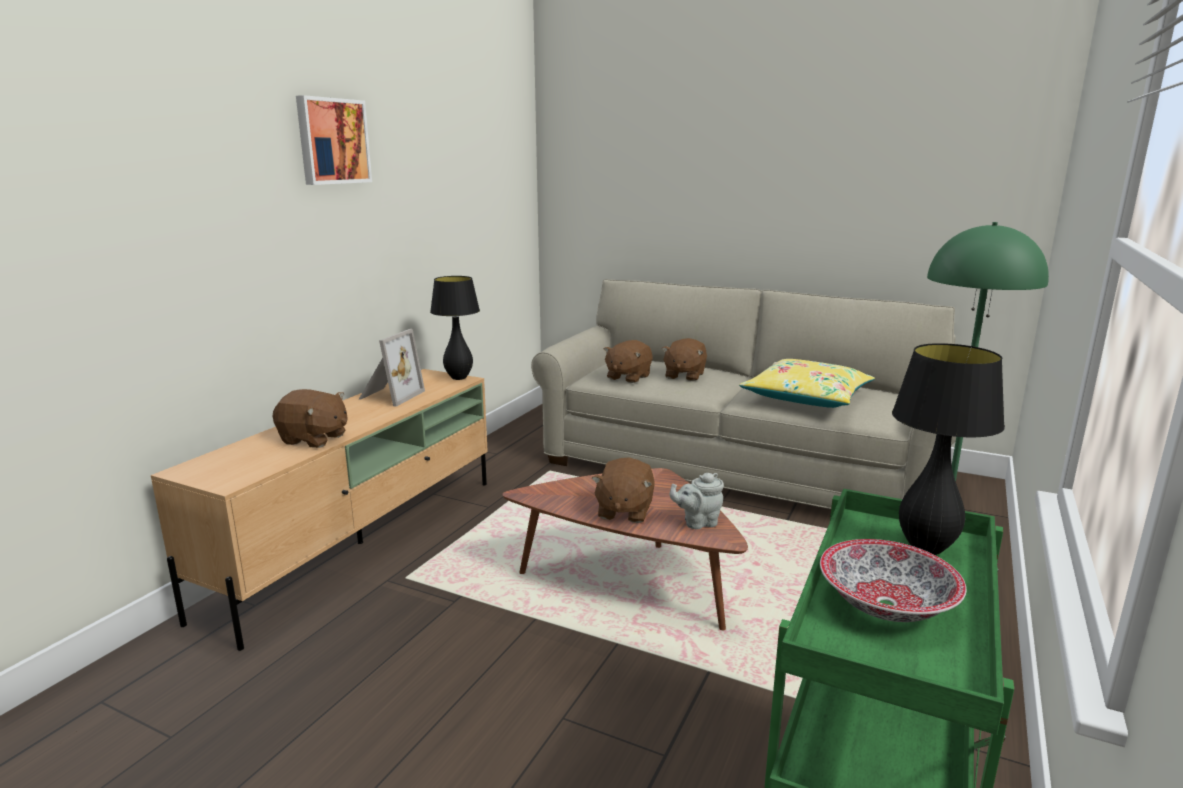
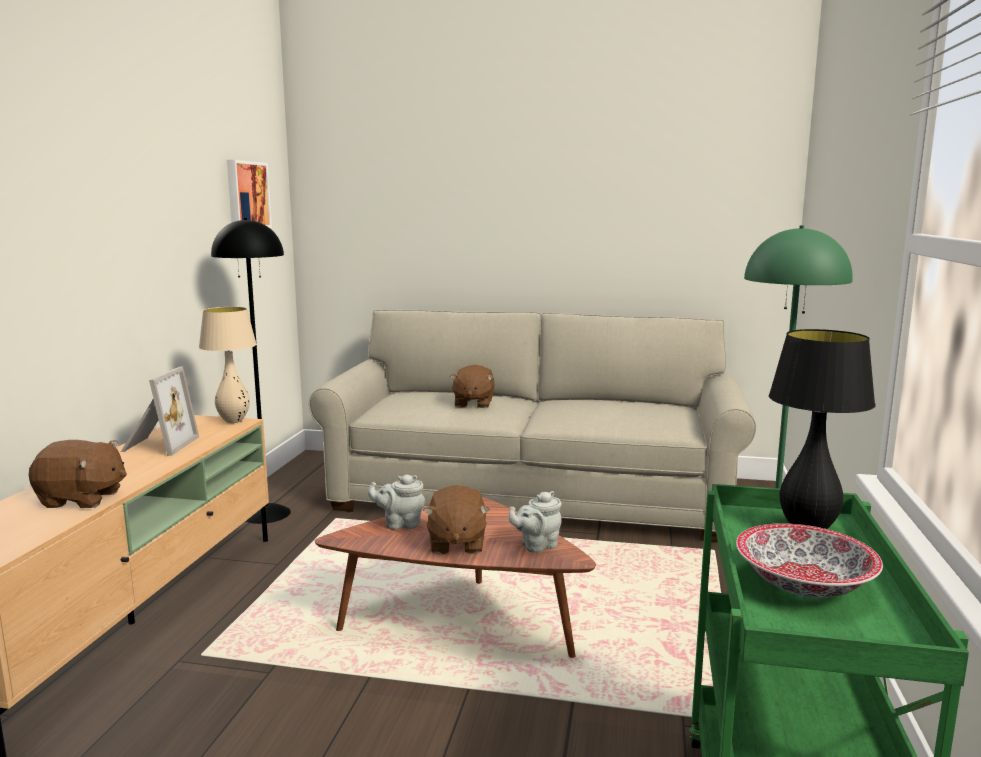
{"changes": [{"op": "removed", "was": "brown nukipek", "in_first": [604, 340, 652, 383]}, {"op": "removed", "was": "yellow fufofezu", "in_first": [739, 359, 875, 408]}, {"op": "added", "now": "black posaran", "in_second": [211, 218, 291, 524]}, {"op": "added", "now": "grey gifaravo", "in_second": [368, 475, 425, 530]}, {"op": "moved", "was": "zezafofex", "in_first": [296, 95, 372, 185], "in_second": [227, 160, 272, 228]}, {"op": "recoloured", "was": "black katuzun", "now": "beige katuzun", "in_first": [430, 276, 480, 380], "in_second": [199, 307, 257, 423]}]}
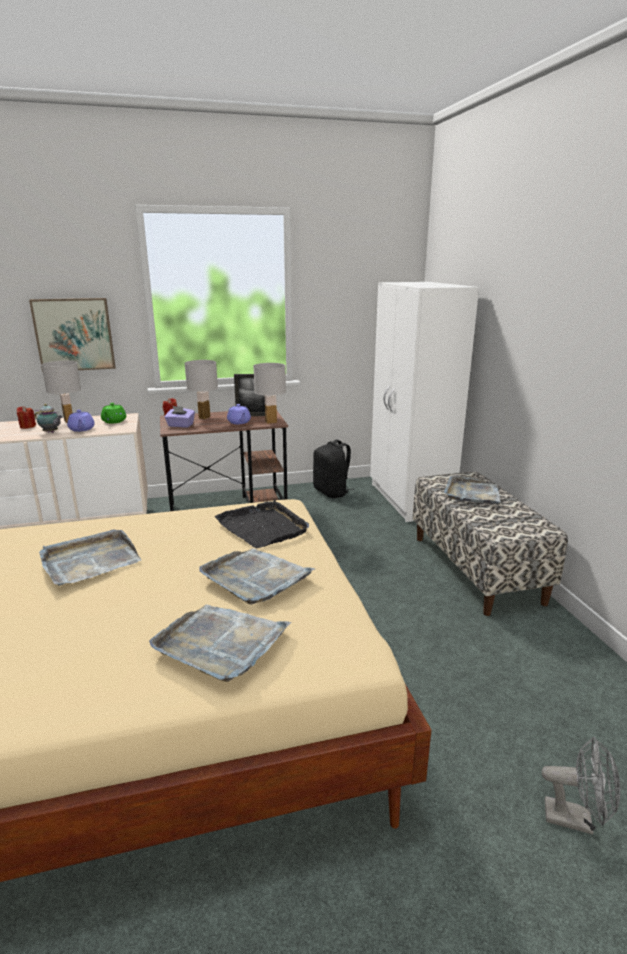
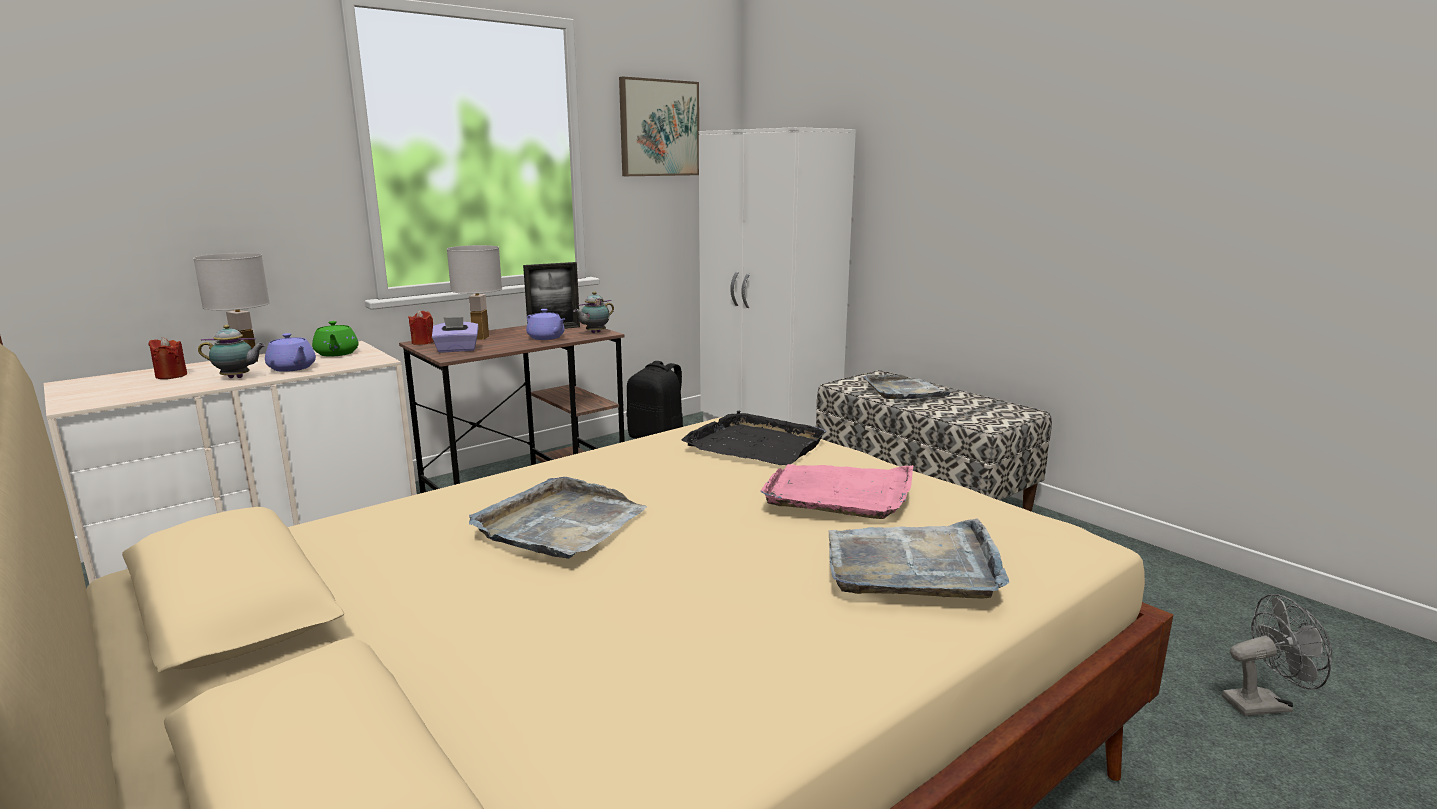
{"changes": [{"op": "moved", "was": "zezafofex", "in_first": [29, 298, 116, 372], "in_second": [619, 77, 699, 176]}, {"op": "replaced", "was": "white katuzun", "now": "gifaravo", "in_first": [253, 363, 286, 424], "in_second": [573, 292, 614, 333]}, {"op": "recoloured", "was": "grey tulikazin", "now": "pink tulikazin", "in_first": [199, 548, 315, 605], "in_second": [760, 464, 913, 519]}]}
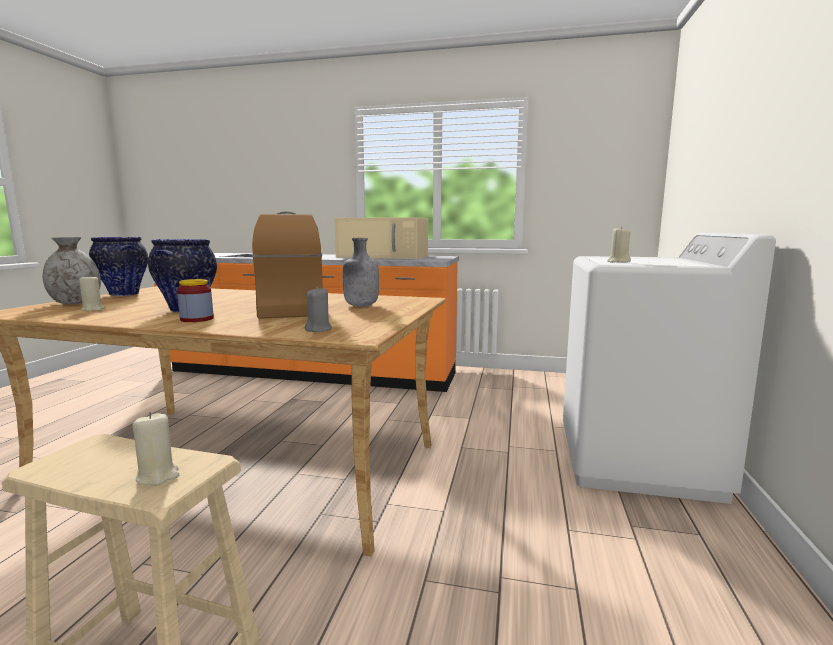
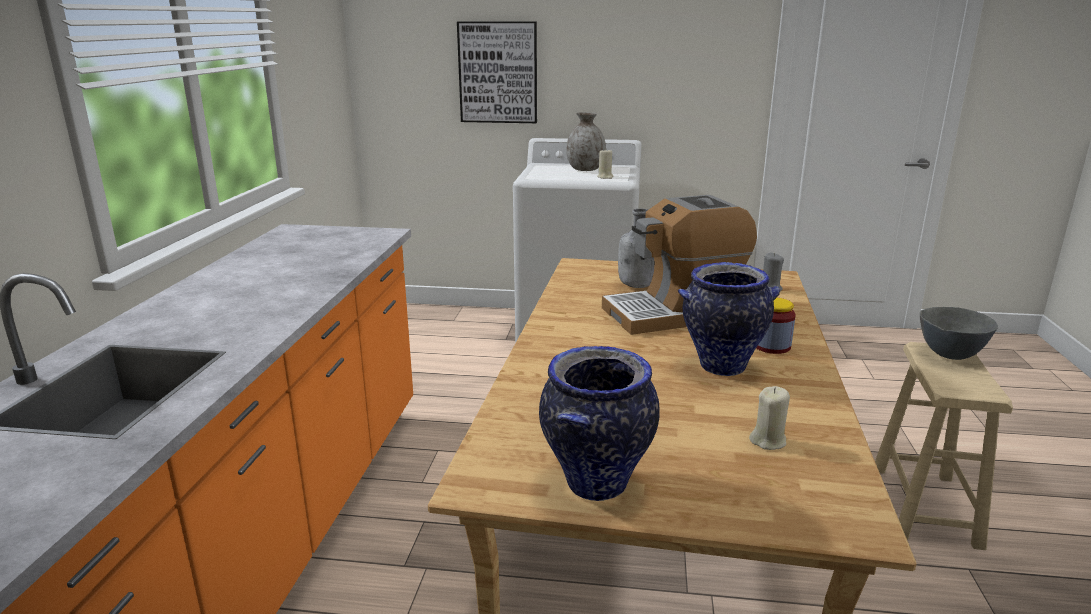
{"changes": [{"op": "removed", "was": "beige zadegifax", "in_first": [334, 217, 428, 259]}, {"op": "added", "now": "zezafofex", "in_second": [457, 22, 537, 123]}, {"op": "moved", "was": "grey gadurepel", "in_first": [43, 237, 101, 304], "in_second": [566, 112, 606, 171]}, {"op": "replaced", "was": "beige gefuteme", "now": "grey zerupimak", "in_first": [133, 412, 179, 485], "in_second": [920, 307, 998, 360]}]}
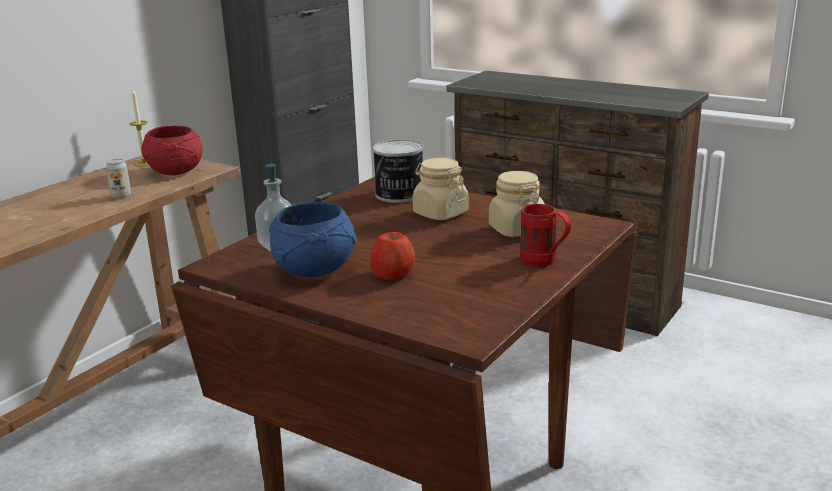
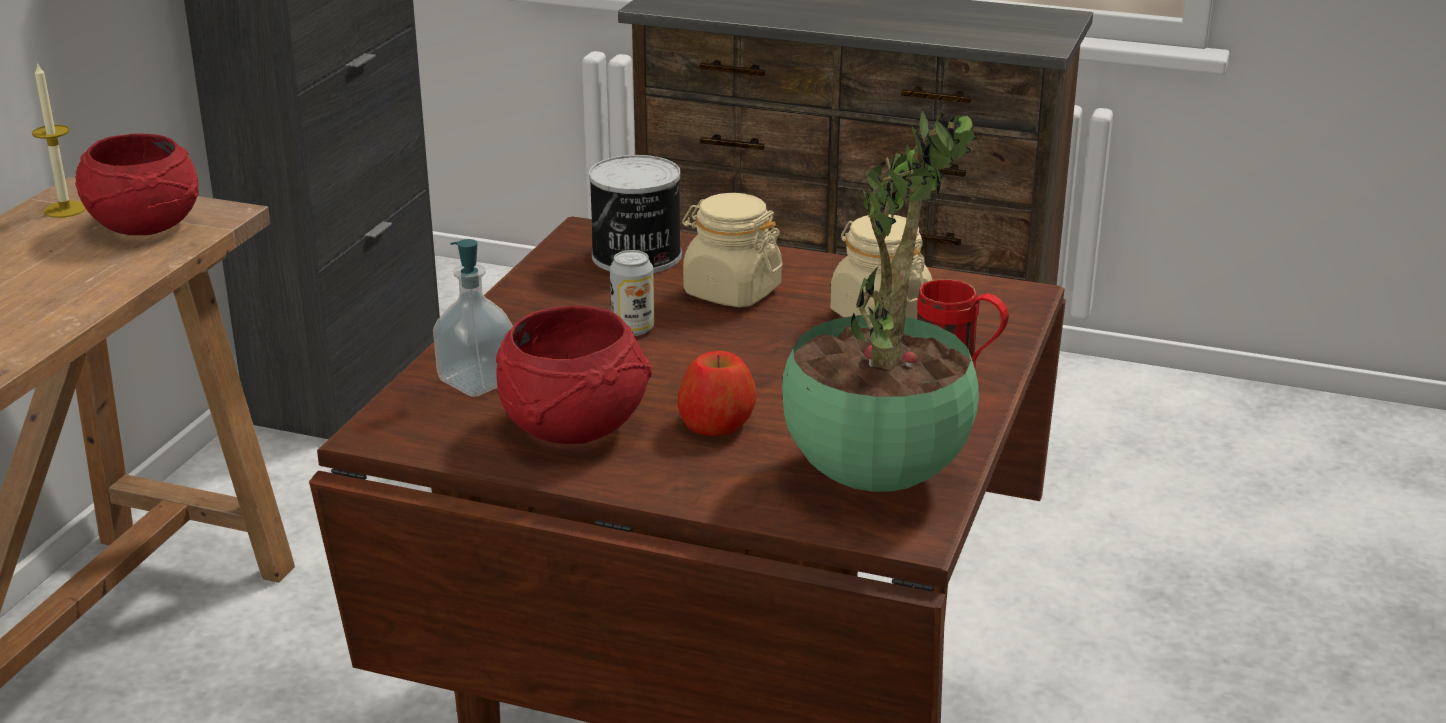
{"changes": [{"op": "added", "now": "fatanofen", "in_second": [782, 108, 979, 492]}, {"op": "moved", "was": "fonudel", "in_first": [106, 159, 131, 199], "in_second": [610, 250, 654, 336]}, {"op": "recoloured", "was": "blue zerupimak", "now": "red zerupimak", "in_first": [269, 202, 357, 277], "in_second": [496, 305, 652, 444]}]}
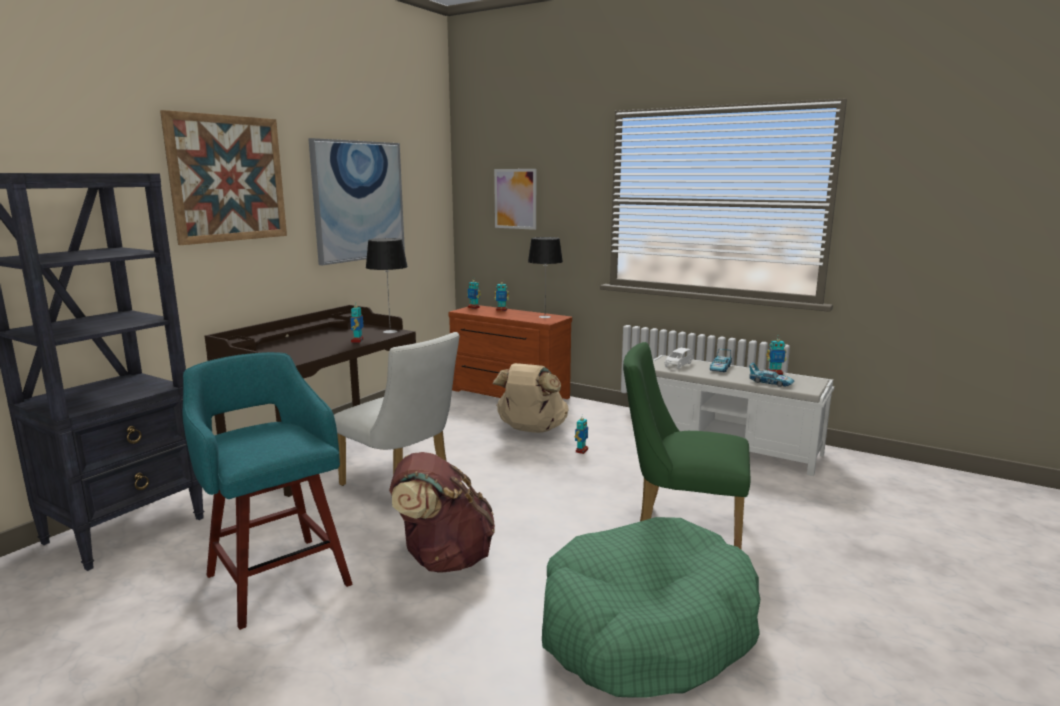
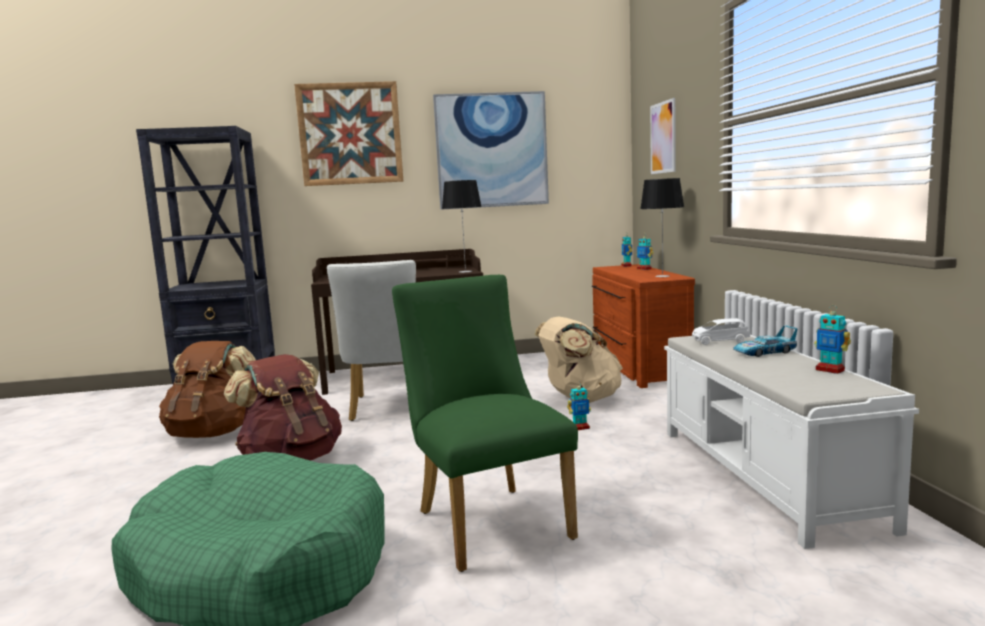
{"changes": [{"op": "removed", "was": "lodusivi", "in_first": [350, 301, 364, 343]}, {"op": "removed", "was": "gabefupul", "in_first": [749, 363, 795, 387]}, {"op": "replaced", "was": "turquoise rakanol", "now": "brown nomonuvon", "in_first": [182, 352, 353, 630], "in_second": [159, 341, 256, 438]}]}
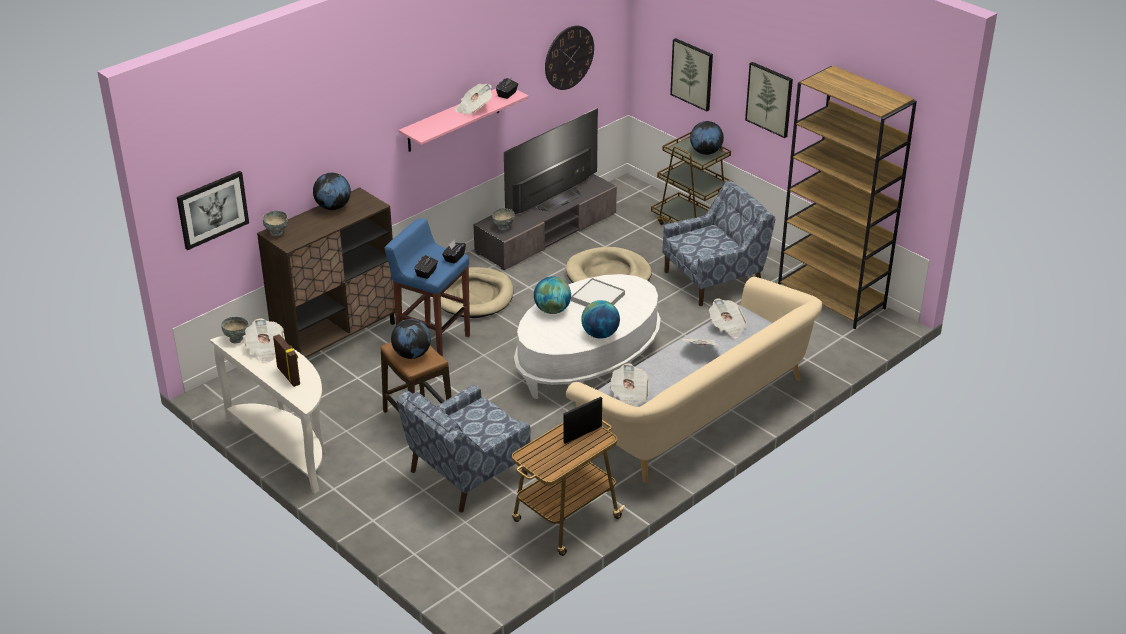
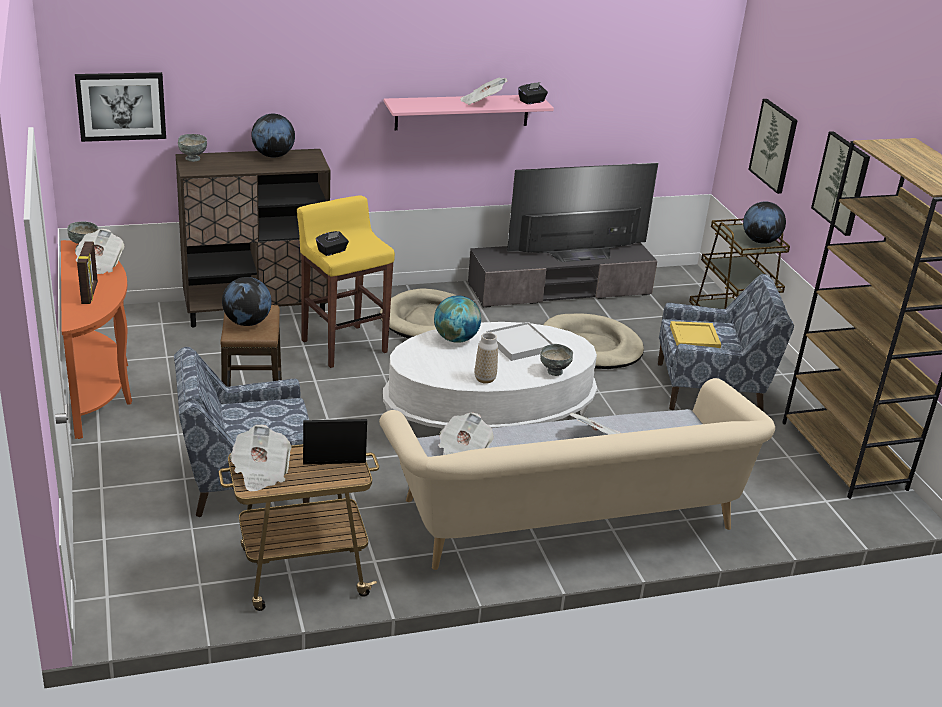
{"changes": [{"op": "removed", "was": "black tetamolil", "in_first": [442, 240, 466, 264]}, {"op": "removed", "was": "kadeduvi", "in_first": [545, 25, 594, 90]}, {"op": "added", "now": "yellow tulikazin", "in_second": [670, 321, 721, 348]}, {"op": "moved", "was": "grey zerupimak", "in_first": [492, 208, 515, 230], "in_second": [540, 344, 573, 376]}, {"op": "moved", "was": "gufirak", "in_first": [709, 298, 748, 339], "in_second": [230, 424, 291, 492]}, {"op": "replaced", "was": "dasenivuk", "now": "gadurepel", "in_first": [581, 300, 620, 339], "in_second": [475, 332, 498, 384]}, {"op": "recoloured", "was": "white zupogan", "now": "orange zupogan", "in_first": [210, 335, 326, 493], "in_second": [61, 240, 132, 439]}, {"op": "recoloured", "was": "blue rakanol", "now": "yellow rakanol", "in_first": [384, 218, 470, 357], "in_second": [297, 195, 395, 368]}]}
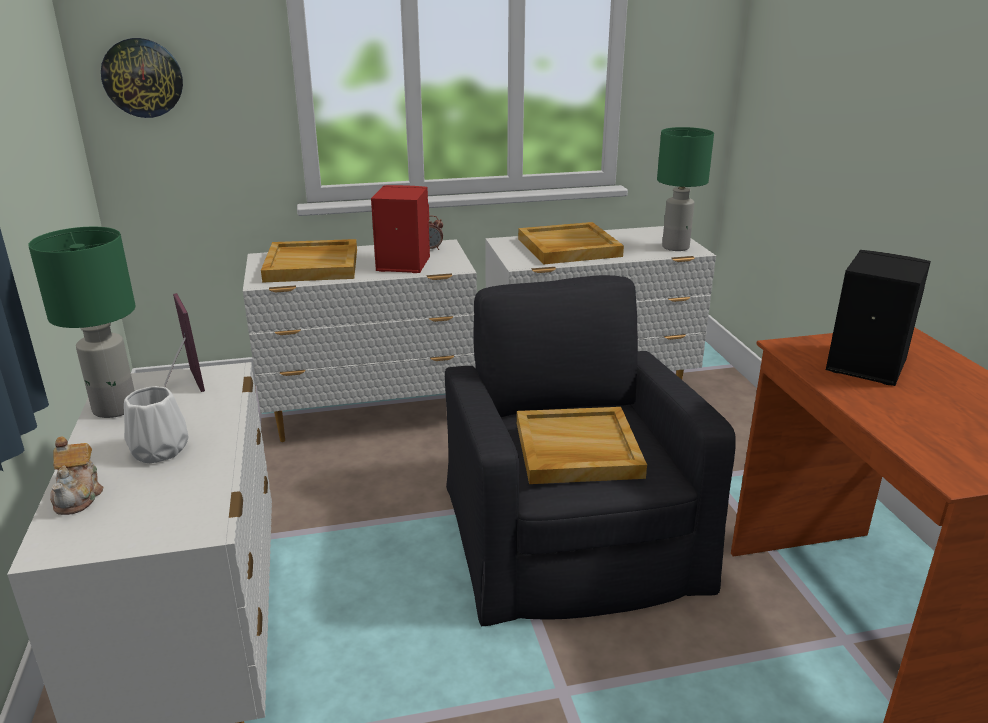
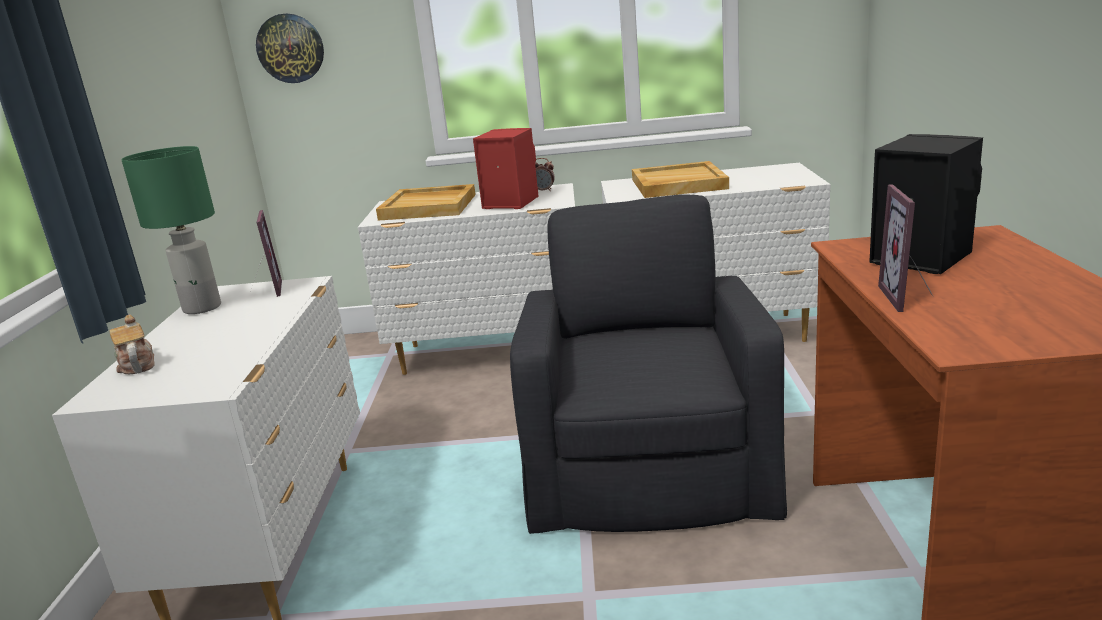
{"changes": [{"op": "removed", "was": "white gadurepel", "in_first": [124, 386, 189, 463]}, {"op": "removed", "was": "beige tulikazin", "in_first": [517, 407, 647, 484]}, {"op": "removed", "was": "green katuzun", "in_first": [657, 127, 714, 251]}, {"op": "added", "now": "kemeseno", "in_second": [878, 184, 934, 312]}, {"op": "turned", "was": "gifaravo", "in_first": [50, 436, 103, 515], "in_second": [110, 314, 155, 374], "clockwise": 150}]}
